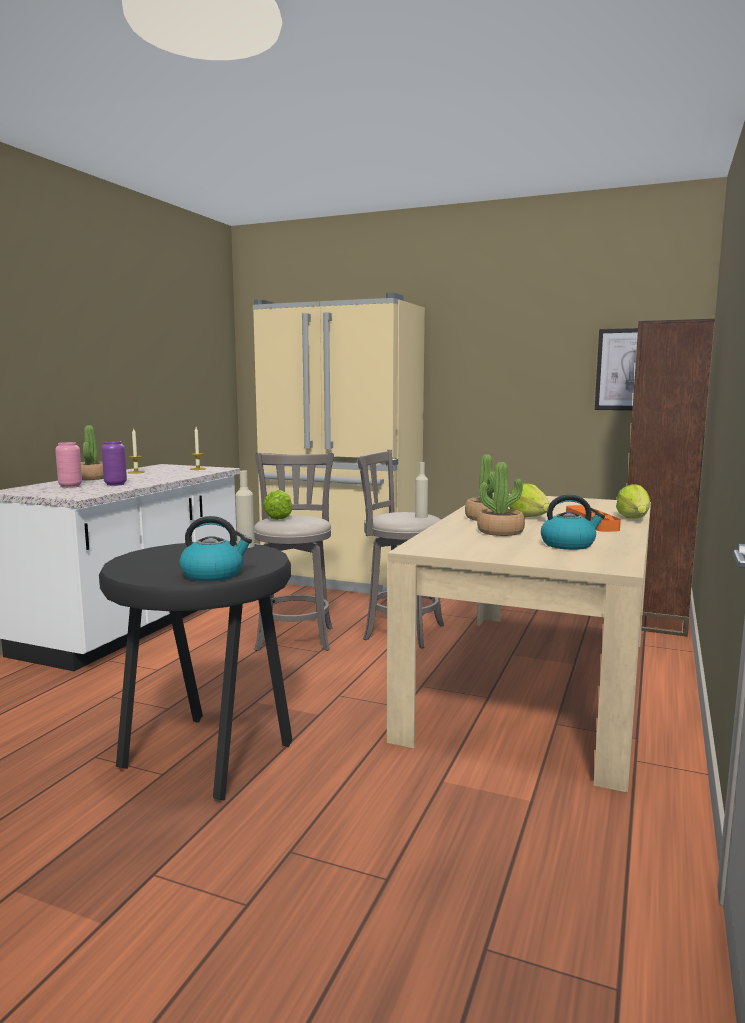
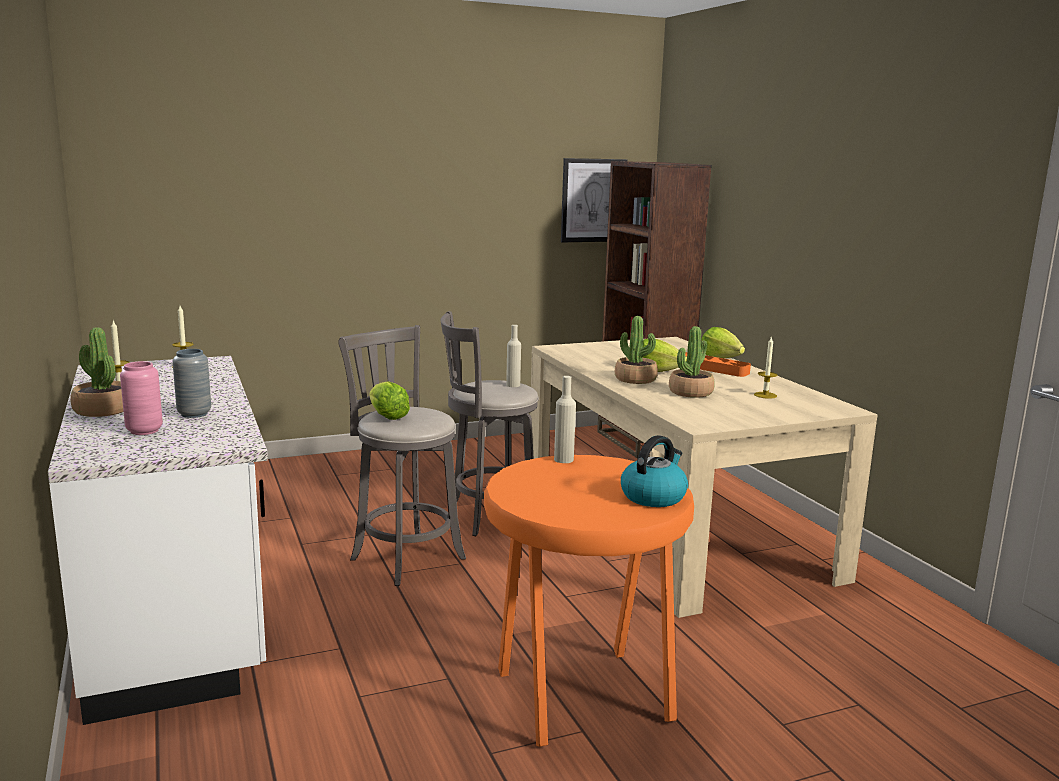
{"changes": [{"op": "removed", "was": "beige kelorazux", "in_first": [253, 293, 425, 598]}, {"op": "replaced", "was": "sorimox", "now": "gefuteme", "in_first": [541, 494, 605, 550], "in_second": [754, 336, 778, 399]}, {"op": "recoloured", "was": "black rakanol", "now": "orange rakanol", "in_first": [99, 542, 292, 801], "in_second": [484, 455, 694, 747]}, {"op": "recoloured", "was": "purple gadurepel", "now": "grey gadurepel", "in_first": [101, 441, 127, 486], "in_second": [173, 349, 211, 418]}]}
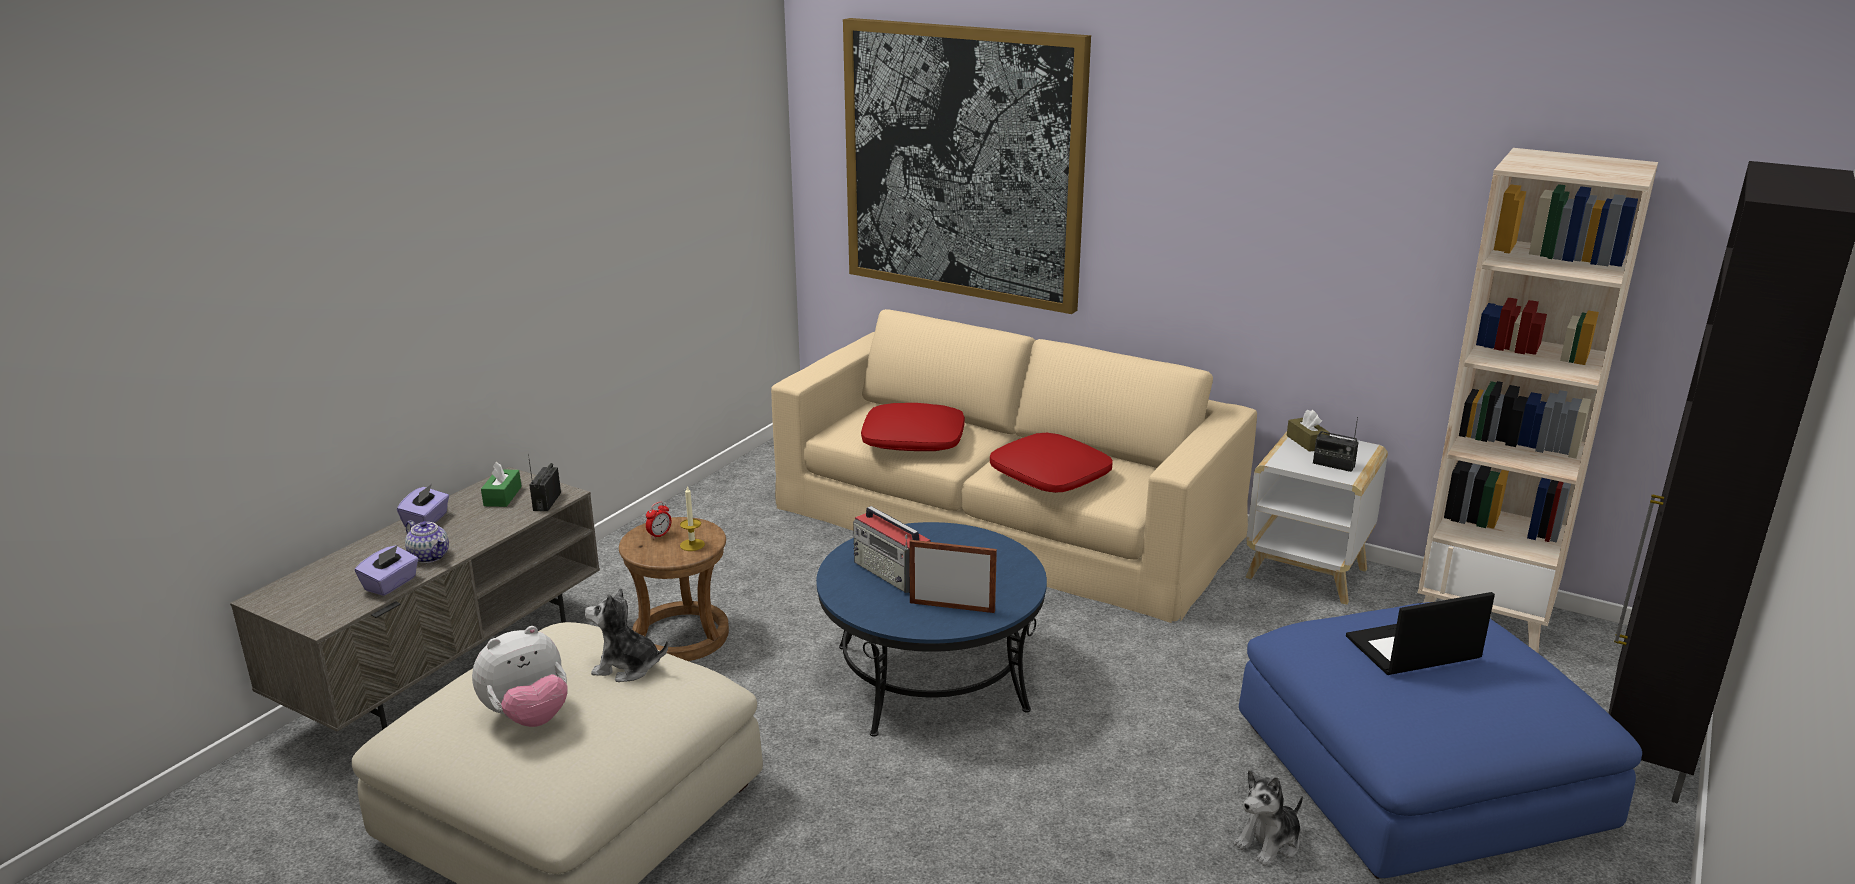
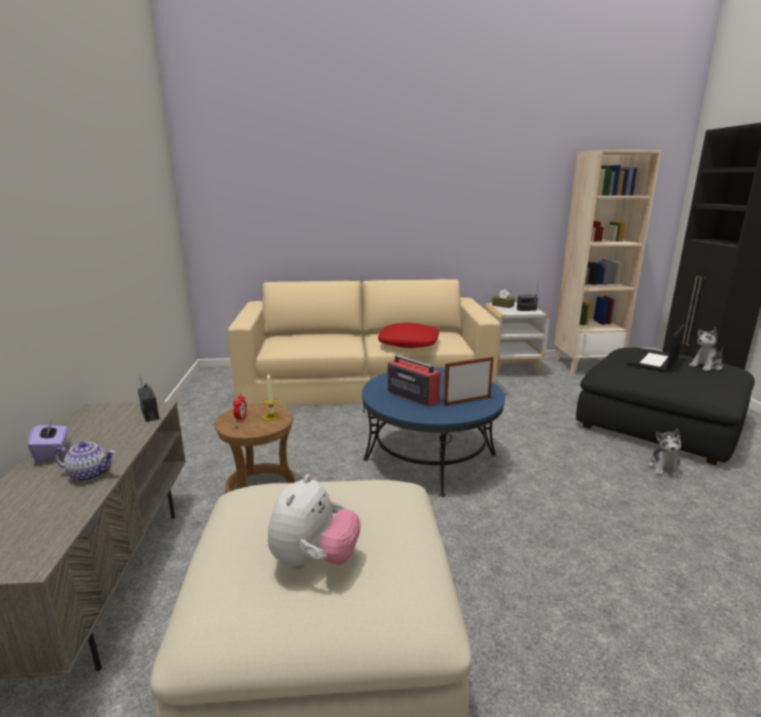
{"changes": [{"op": "removed", "was": "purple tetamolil", "in_first": [355, 545, 419, 596]}, {"op": "removed", "was": "green tetamolil", "in_first": [481, 462, 522, 507]}, {"op": "removed", "was": "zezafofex", "in_first": [843, 18, 1091, 314]}, {"op": "removed", "was": "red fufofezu", "in_first": [861, 403, 965, 451]}, {"op": "moved", "was": "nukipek", "in_first": [585, 588, 668, 682], "in_second": [689, 327, 723, 371]}, {"op": "recoloured", "was": "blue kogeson", "now": "black kogeson", "in_first": [1239, 602, 1642, 879], "in_second": [576, 347, 755, 465]}, {"op": "turned", "was": "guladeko", "in_first": [853, 506, 931, 593], "in_second": [388, 351, 441, 407], "clockwise": -150}]}
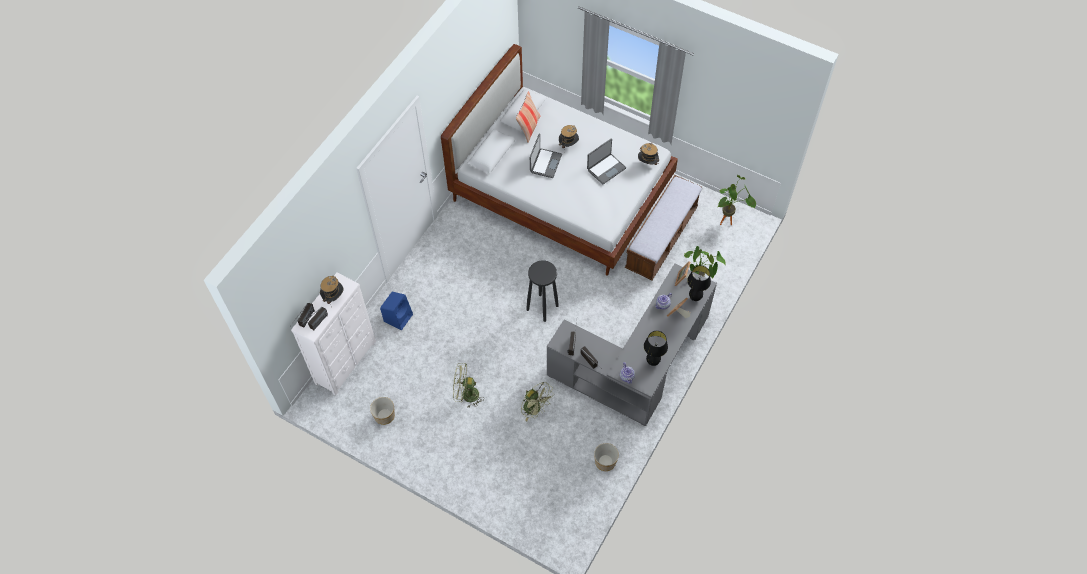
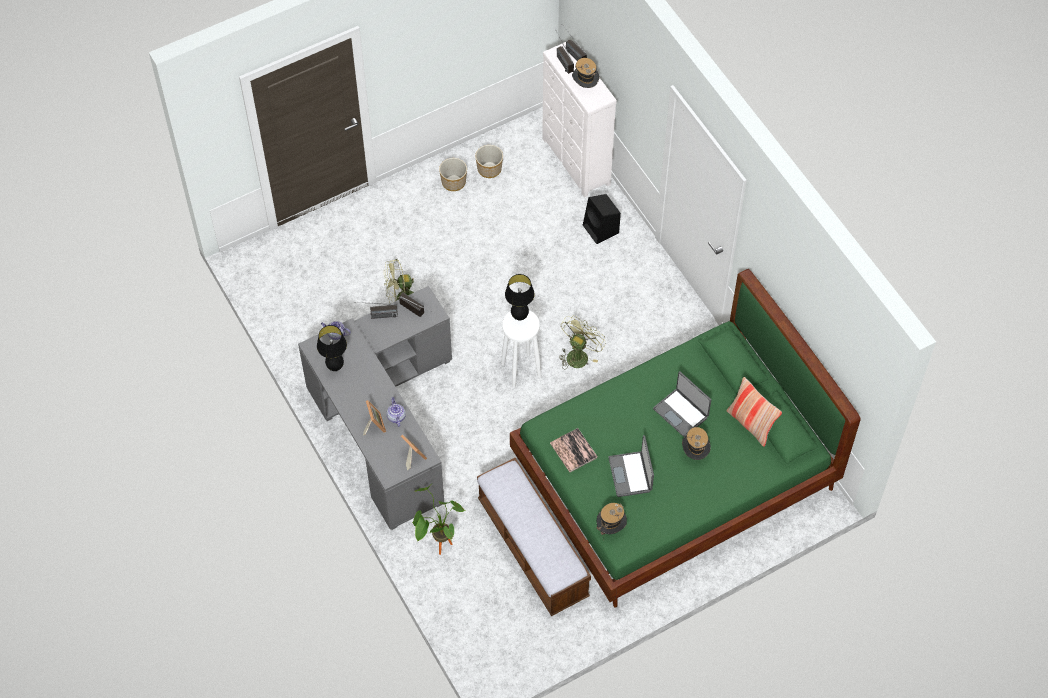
{"changes": [{"op": "removed", "was": "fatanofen", "in_first": [718, 175, 756, 225]}, {"op": "added", "now": "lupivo", "in_second": [550, 428, 598, 472]}, {"op": "moved", "was": "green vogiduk", "in_first": [453, 363, 484, 408], "in_second": [559, 316, 606, 370]}, {"op": "moved", "was": "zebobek", "in_first": [594, 443, 619, 471], "in_second": [439, 158, 467, 191]}, {"op": "moved", "was": "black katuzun", "in_first": [687, 265, 711, 301], "in_second": [505, 274, 535, 320]}, {"op": "recoloured", "was": "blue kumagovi", "now": "black kumagovi", "in_first": [380, 292, 413, 331], "in_second": [583, 194, 621, 244]}, {"op": "recoloured", "was": "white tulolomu", "now": "green tulolomu", "in_first": [441, 44, 678, 276], "in_second": [510, 269, 861, 608]}, {"op": "recoloured", "was": "black rakanol", "now": "white rakanol", "in_first": [526, 260, 559, 322], "in_second": [501, 310, 542, 388]}]}
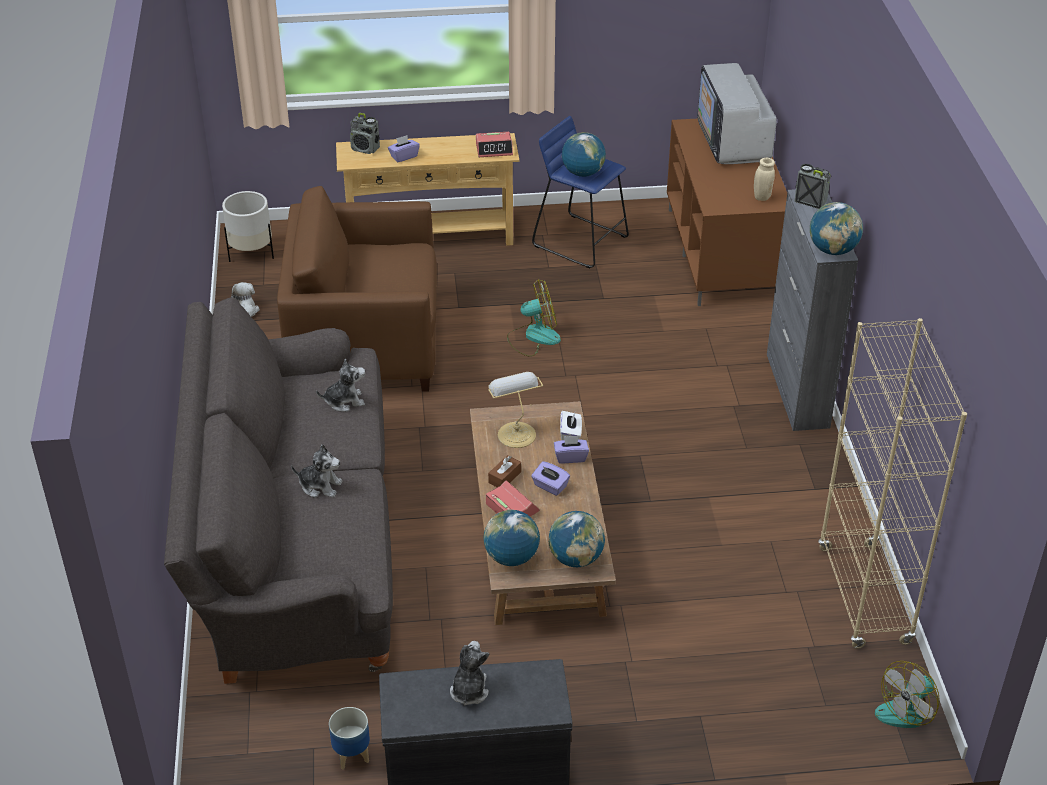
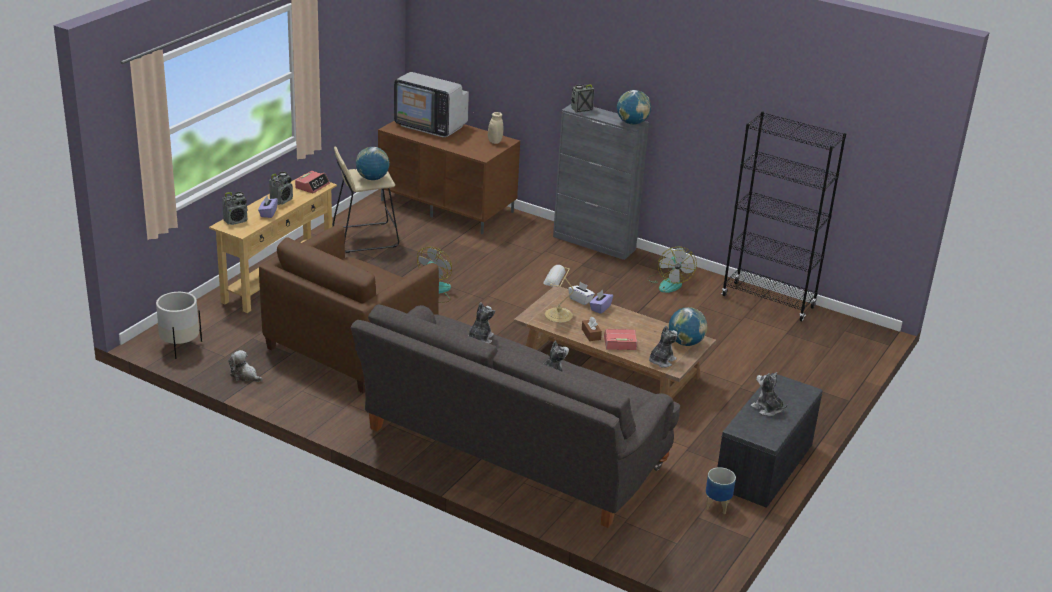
{"changes": [{"op": "removed", "was": "purple tetamolil", "in_first": [531, 461, 570, 496]}, {"op": "added", "now": "guladeko", "in_second": [269, 172, 293, 205]}, {"op": "moved", "was": "vogiduk", "in_first": [875, 661, 940, 728], "in_second": [647, 247, 697, 293]}, {"op": "replaced", "was": "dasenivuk", "now": "nukipek", "in_first": [484, 509, 540, 566], "in_second": [649, 326, 678, 368]}, {"op": "recoloured", "was": "blue rakanol", "now": "beige rakanol", "in_first": [532, 116, 629, 268], "in_second": [333, 146, 399, 253]}, {"op": "recoloured", "was": "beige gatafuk", "now": "black gatafuk", "in_first": [818, 318, 967, 649], "in_second": [722, 111, 846, 321]}]}
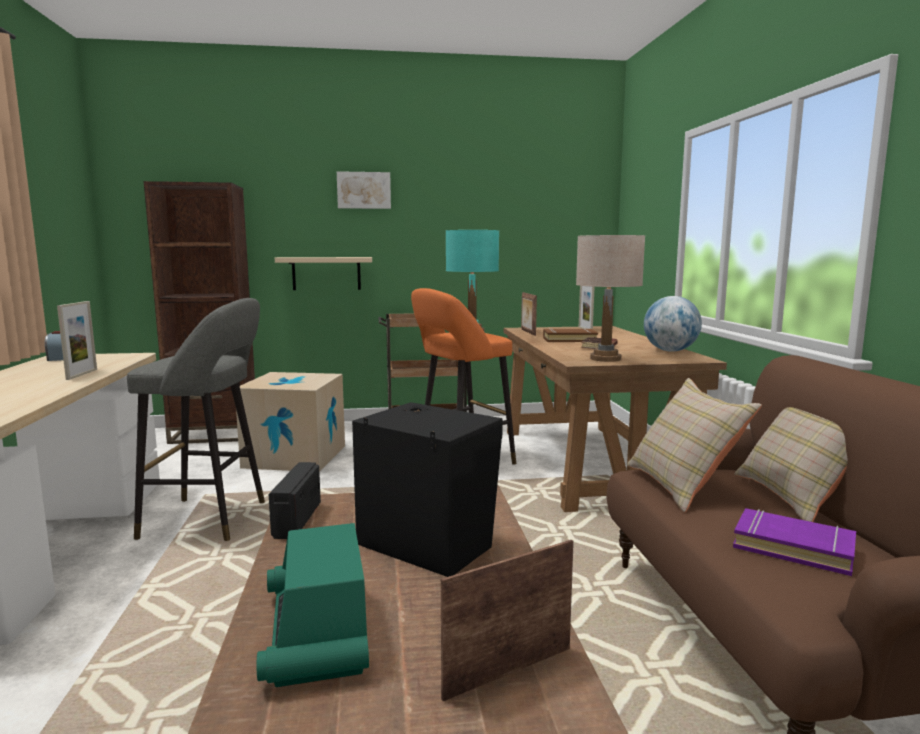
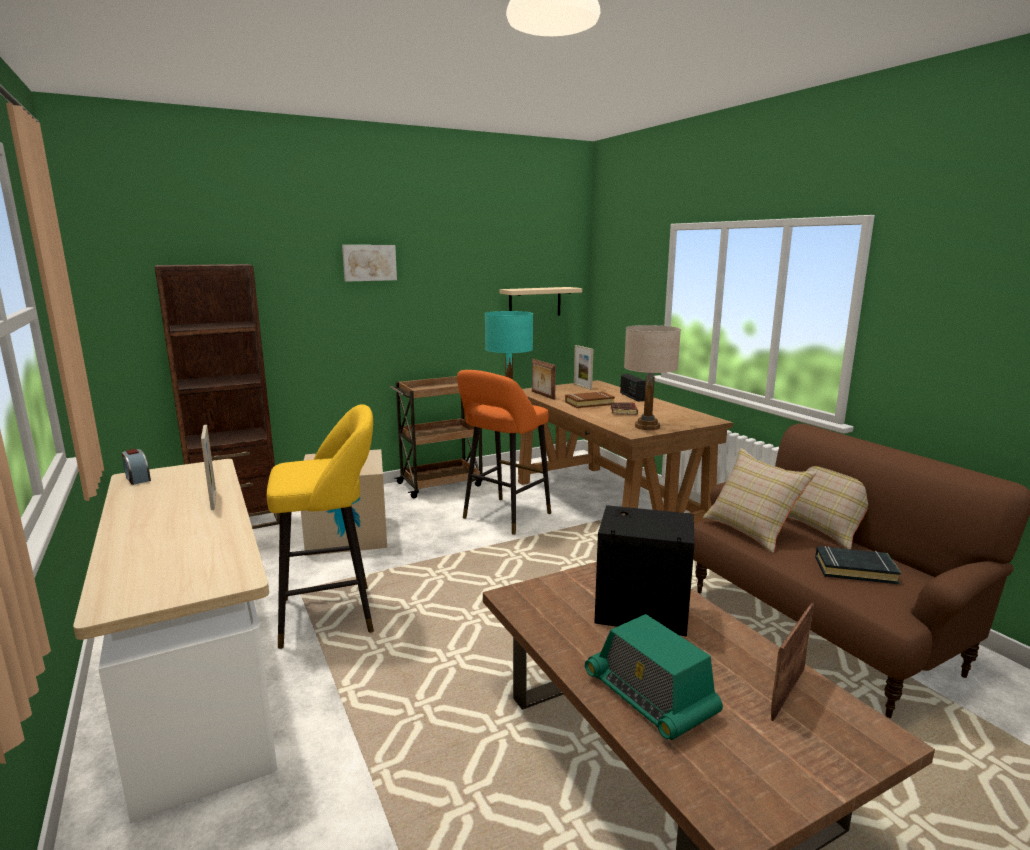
{"changes": [{"op": "removed", "was": "dasenivuk", "in_first": [644, 296, 702, 352]}, {"op": "moved", "was": "guladeko", "in_first": [269, 462, 321, 539], "in_second": [620, 374, 646, 401]}, {"op": "moved", "was": "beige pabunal", "in_first": [275, 257, 372, 290], "in_second": [499, 287, 582, 316]}, {"op": "recoloured", "was": "grey rakanol", "now": "yellow rakanol", "in_first": [127, 298, 265, 541], "in_second": [267, 404, 374, 649]}, {"op": "recoloured", "was": "purple lupivo", "now": "black lupivo", "in_first": [733, 508, 856, 576], "in_second": [815, 546, 901, 584]}]}
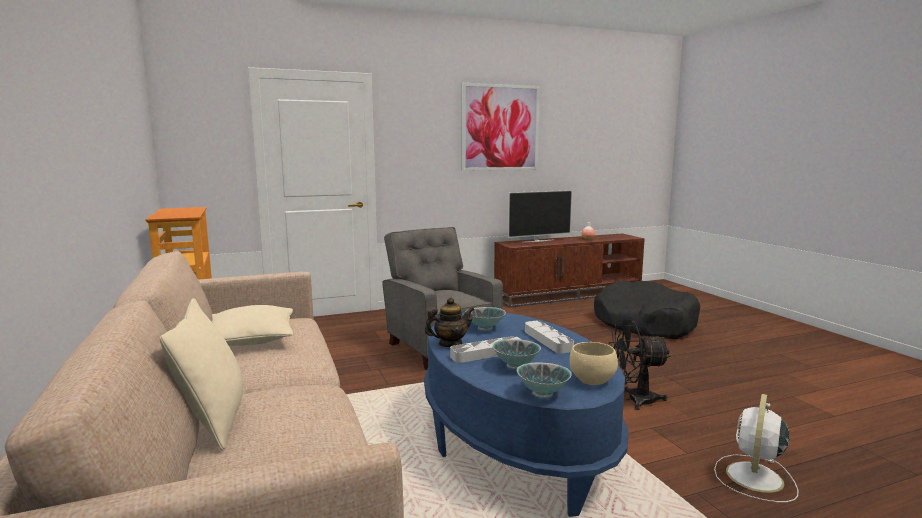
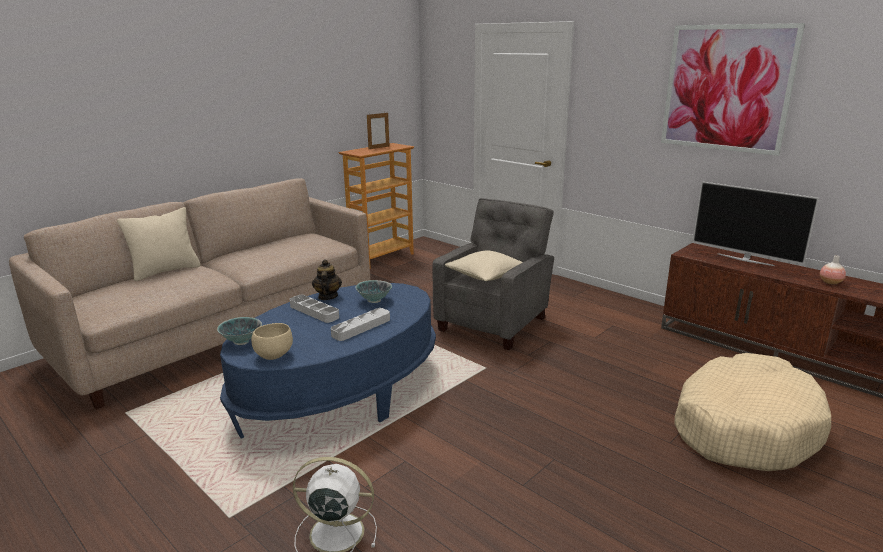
{"changes": [{"op": "removed", "was": "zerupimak", "in_first": [493, 339, 541, 369]}, {"op": "removed", "was": "black vogiduk", "in_first": [609, 320, 670, 410]}, {"op": "added", "now": "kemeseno", "in_second": [367, 113, 390, 149]}, {"op": "moved", "was": "beige fufofezu", "in_first": [212, 305, 293, 346], "in_second": [445, 250, 523, 281]}, {"op": "recoloured", "was": "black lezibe", "now": "beige lezibe", "in_first": [594, 280, 700, 339], "in_second": [674, 353, 831, 471]}, {"op": "turned", "was": "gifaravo", "in_first": [425, 297, 475, 347], "in_second": [312, 259, 342, 300], "clockwise": -135}]}
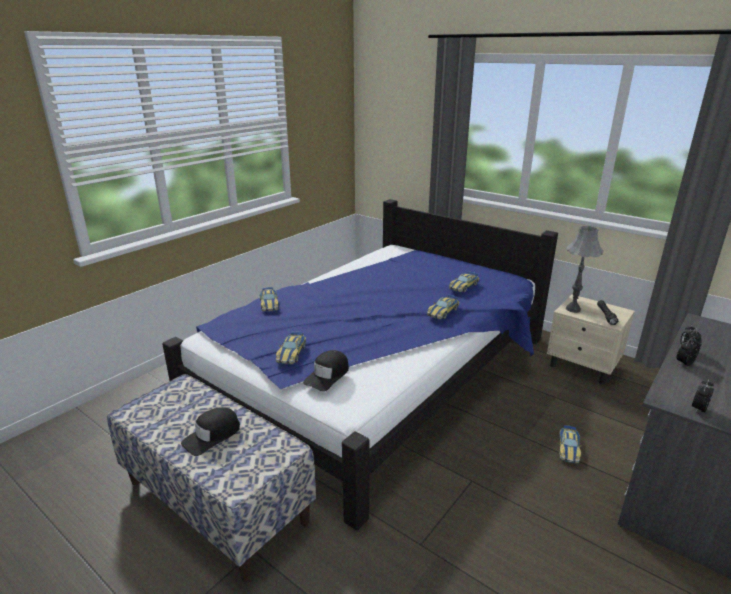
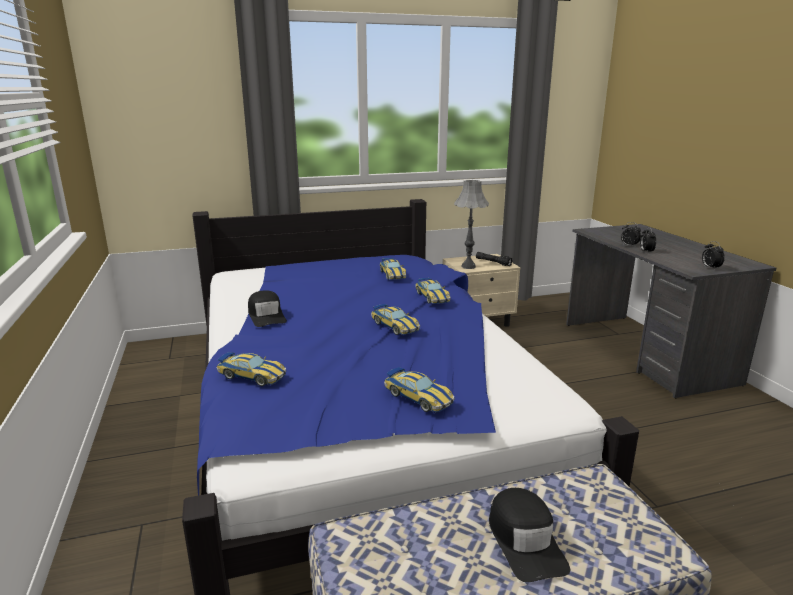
{"changes": [{"op": "moved", "was": "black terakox", "in_first": [303, 350, 349, 391], "in_second": [248, 290, 287, 327]}, {"op": "moved", "was": "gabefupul", "in_first": [559, 425, 581, 464], "in_second": [371, 304, 420, 335]}]}
